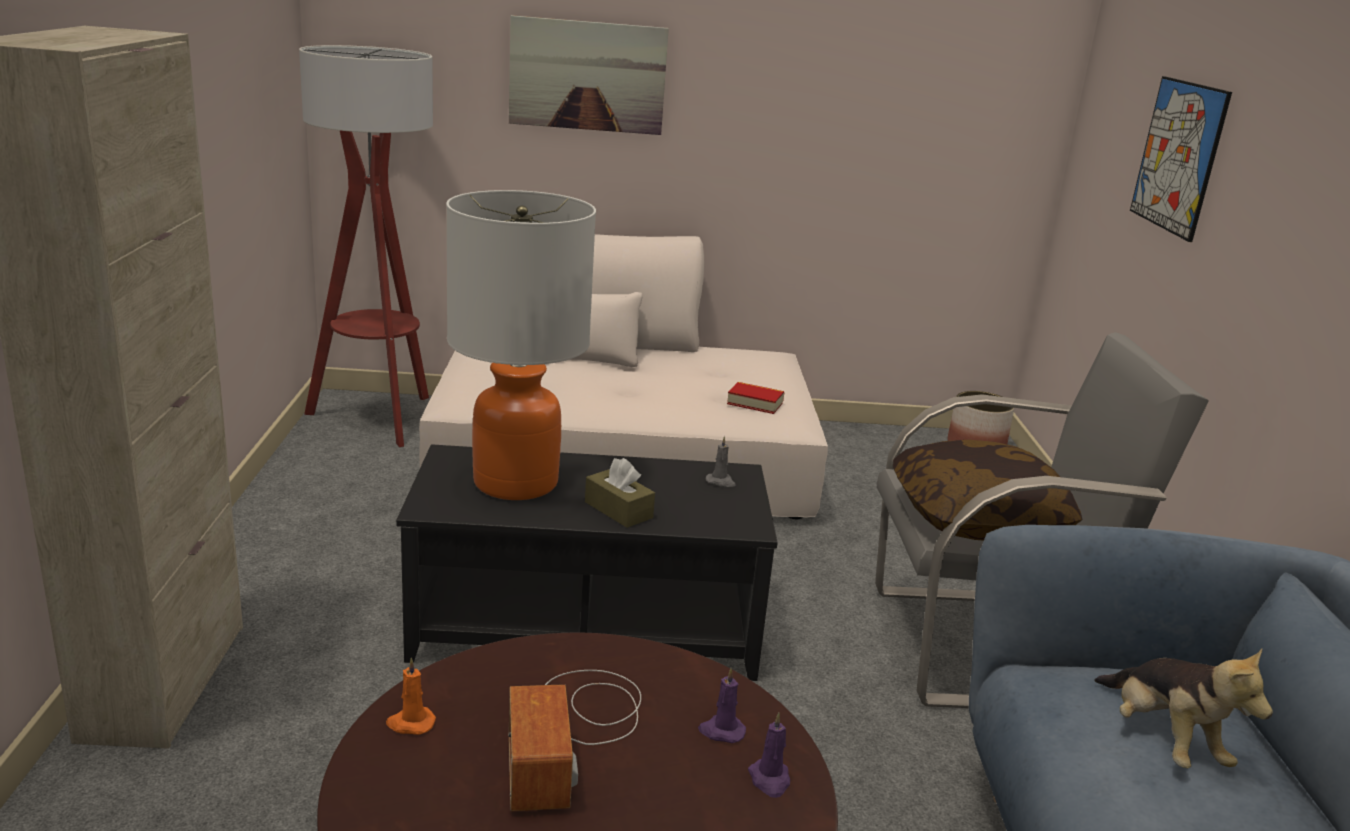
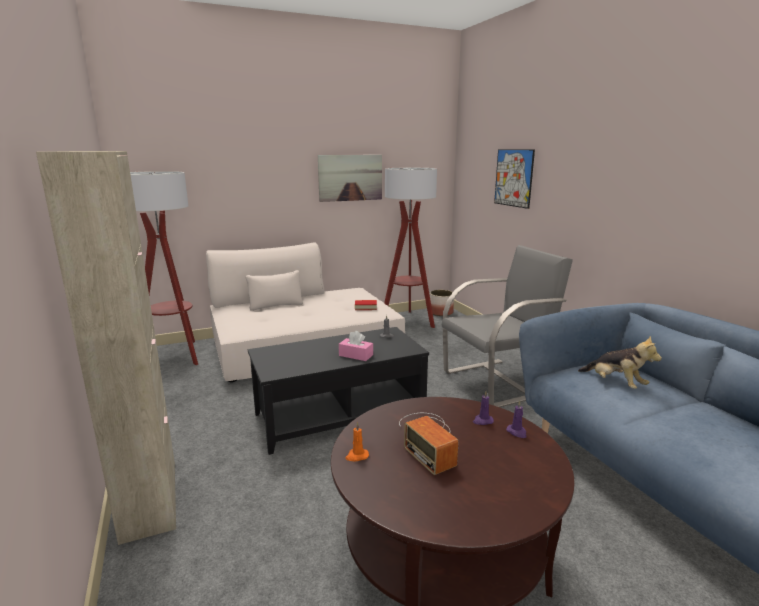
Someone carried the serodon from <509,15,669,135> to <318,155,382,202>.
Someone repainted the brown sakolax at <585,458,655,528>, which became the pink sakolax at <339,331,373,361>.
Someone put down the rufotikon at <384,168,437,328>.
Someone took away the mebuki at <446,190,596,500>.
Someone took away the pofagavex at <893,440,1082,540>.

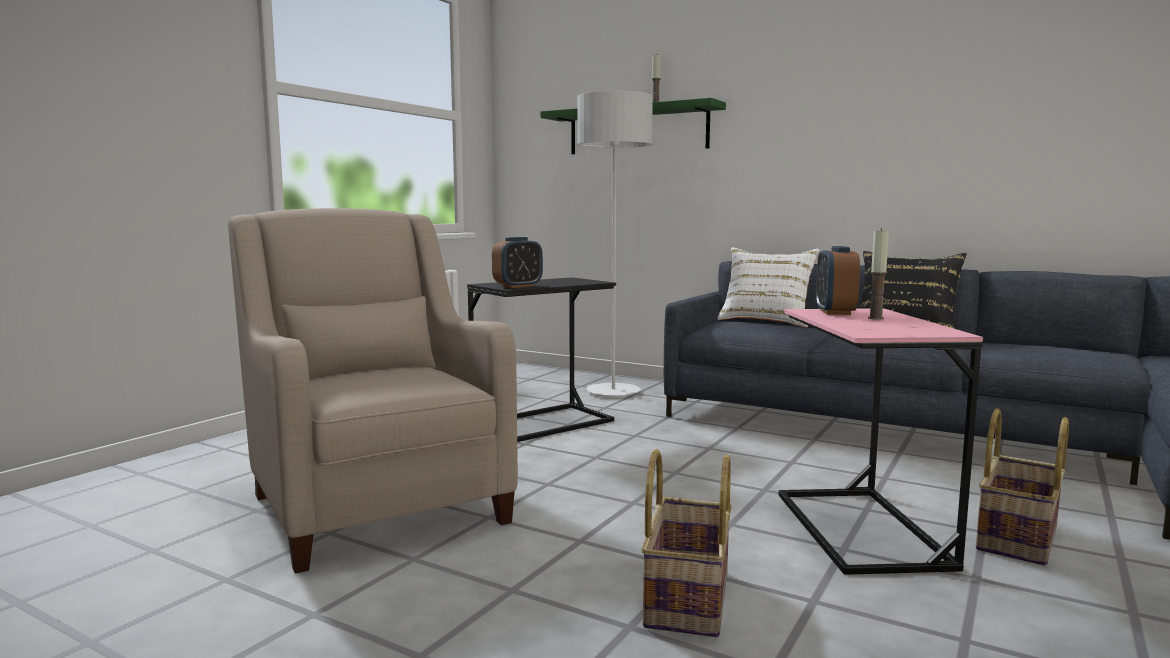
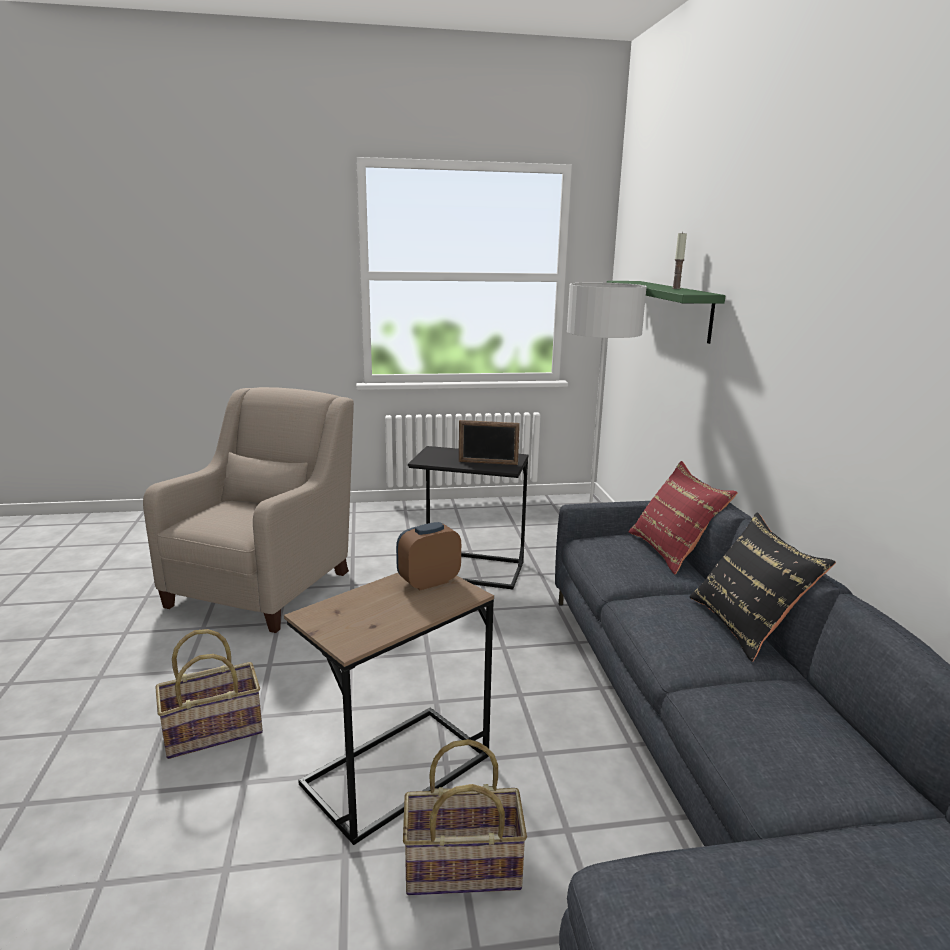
Someone repainted the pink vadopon at <779,308,983,575>, which became the brown vadopon at <284,573,494,845>.
Someone put down the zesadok at <459,420,520,465>.
Someone repainted the white pofagavex at <717,247,819,327>, which became the red pofagavex at <629,461,738,574>.
Someone took away the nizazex at <492,237,543,288>.
Someone took away the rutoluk at <868,228,889,320>.

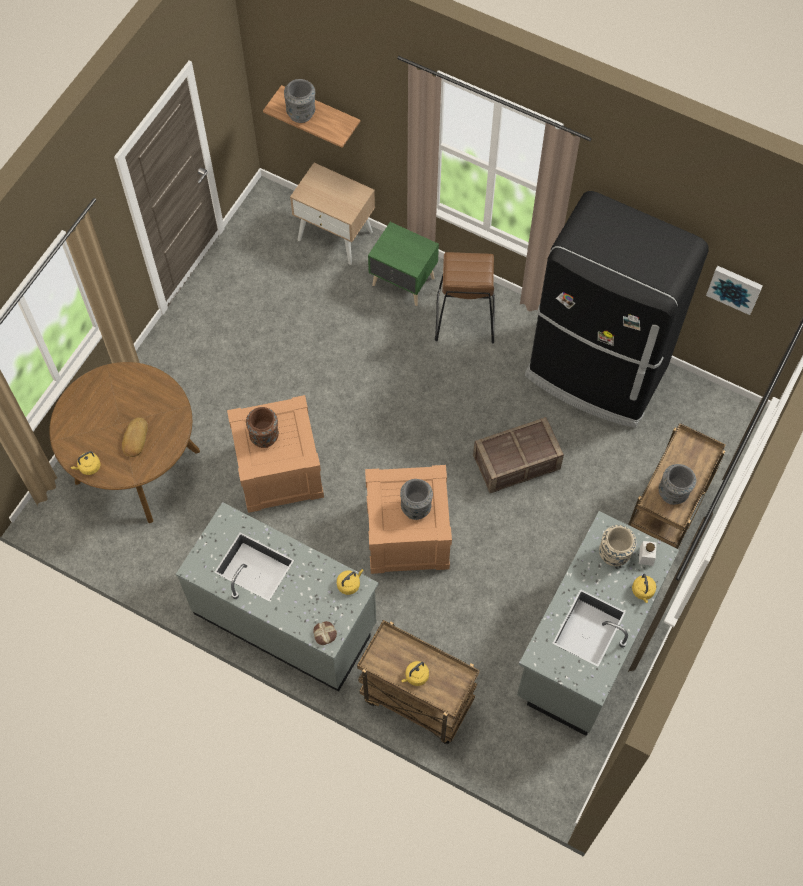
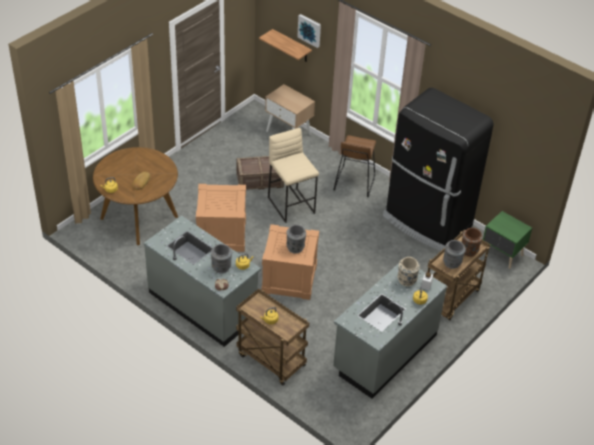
Someone carried the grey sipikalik from <284,79,315,123> to <211,244,232,274>.
Someone carried the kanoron from <473,417,564,493> to <237,156,284,190>.
Someone put down the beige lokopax at <268,128,319,223>.
Someone carried the serodon from <706,266,763,315> to <297,14,321,48>.
Someone carried the brown sipikalik from <246,407,279,448> to <462,228,483,257>.
Someone carried the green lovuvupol from <368,222,439,306> to <483,211,532,269>.

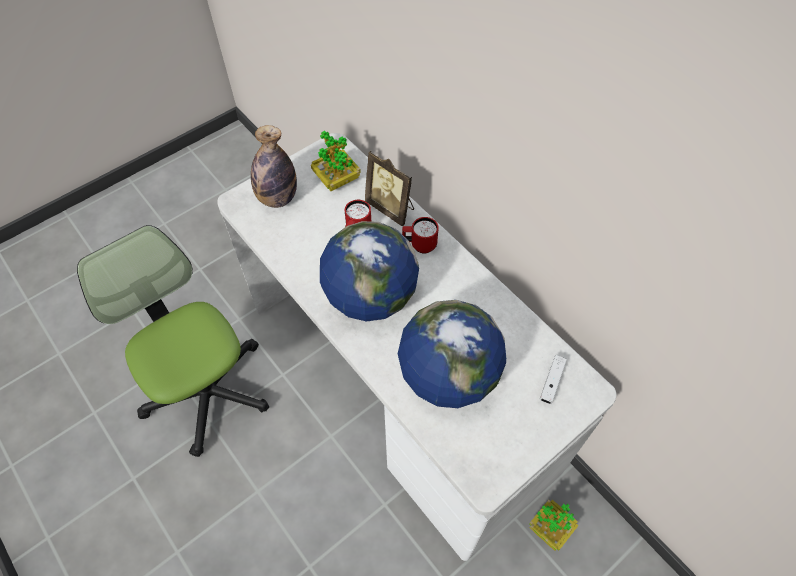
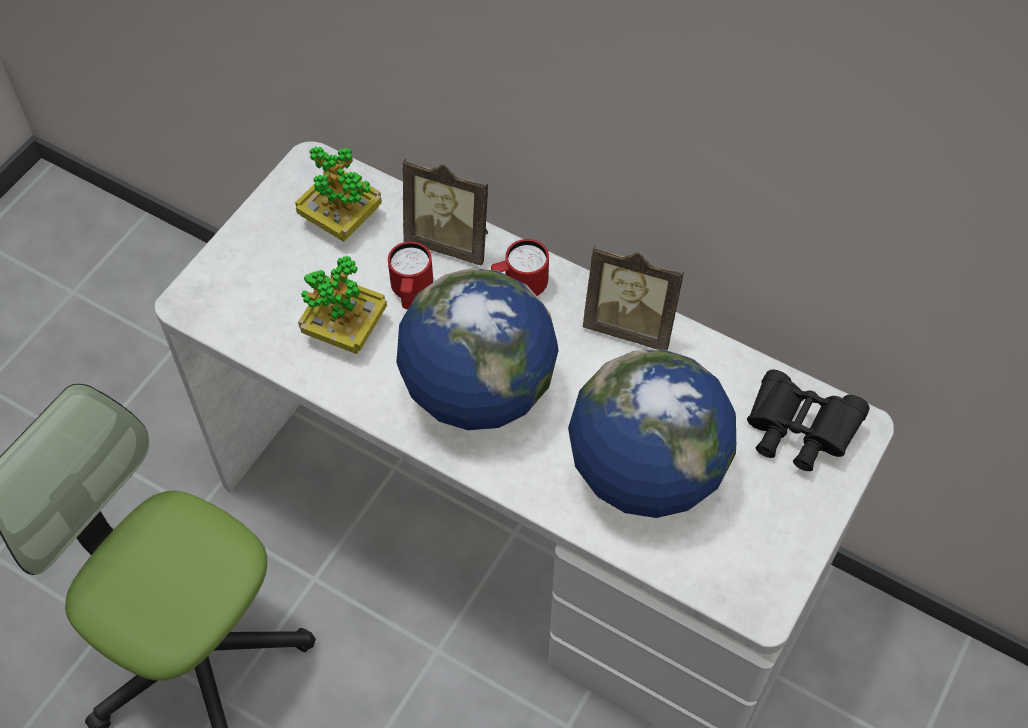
Someone carried the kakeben from <529,500,578,551> to <298,256,387,354>.
Someone put down the zesadok at <583,246,684,350>.
Someone swapped the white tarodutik at <540,355,567,404> for the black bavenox at <747,369,870,471>.
Someone took away the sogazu at <251,125,297,208>.

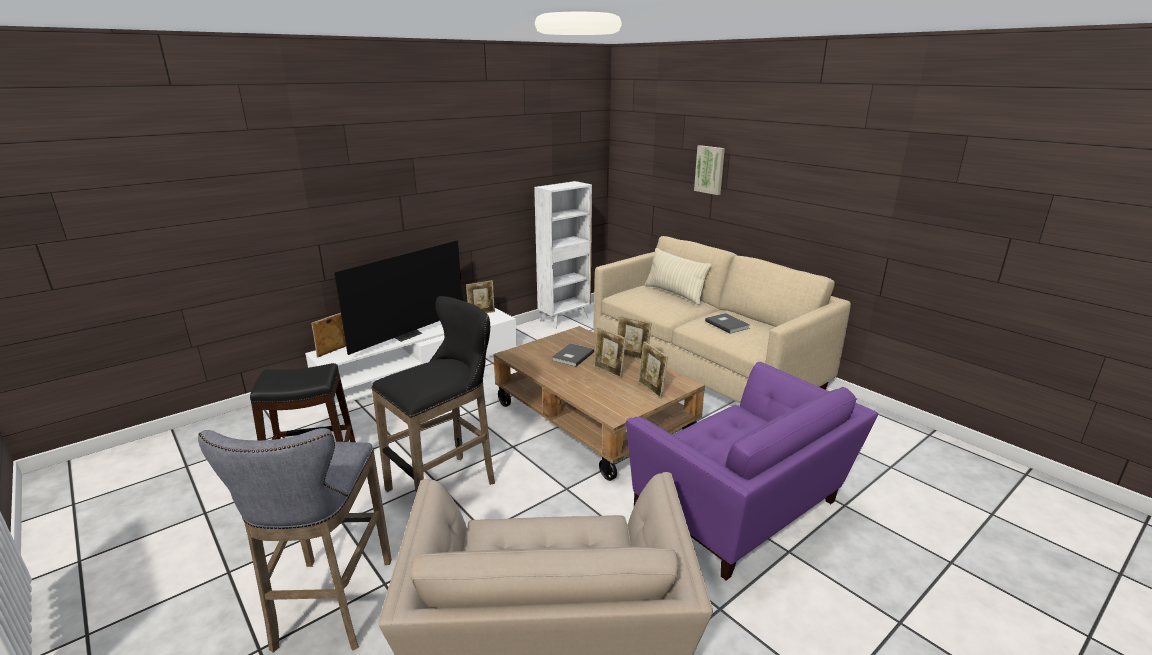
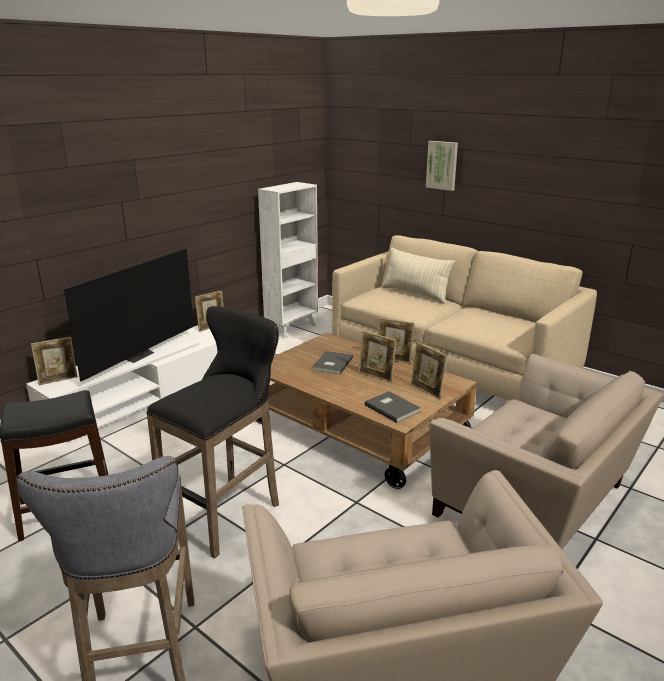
Someone rotated the zesadok at <311,313,346,358> by 150 degrees counterclockwise.
Someone carried the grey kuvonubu from <705,313,750,334> to <365,391,421,423>.
Someone repainted the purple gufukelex at <626,362,878,580>, which became the beige gufukelex at <429,354,663,549>.

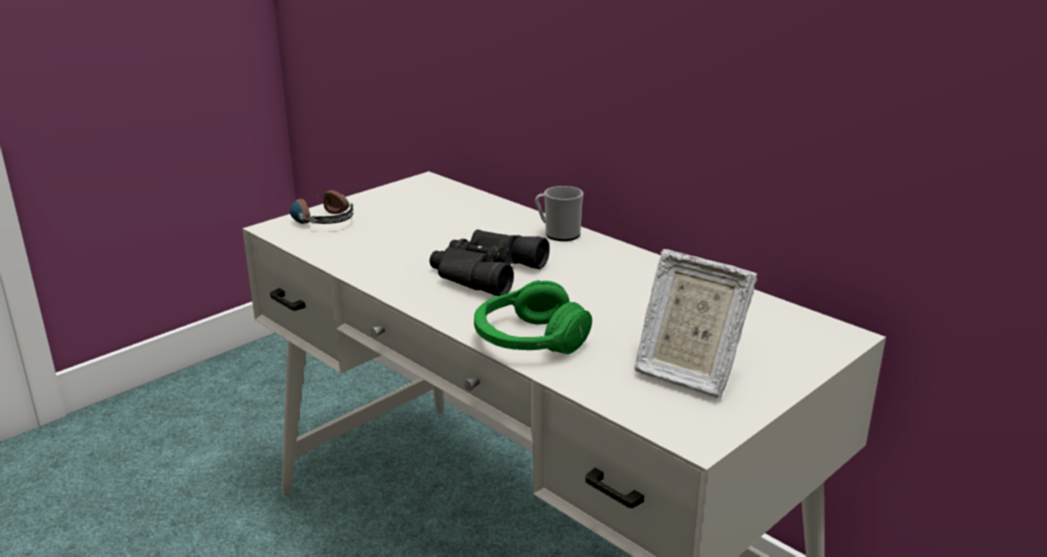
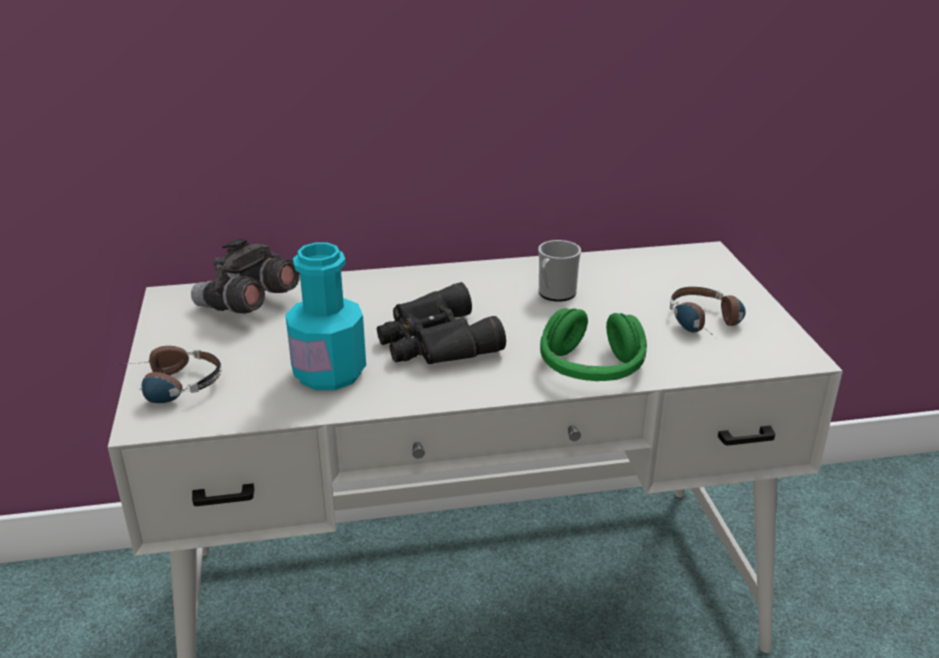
Someone put down the grey bavenox at <191,238,300,313>.
Someone put down the turquoise sogazu at <285,243,366,390>.
Someone carried the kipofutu from <535,186,583,241> to <538,240,581,301>.
Someone swapped the zesadok at <635,249,757,399> for the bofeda at <670,287,746,338>.

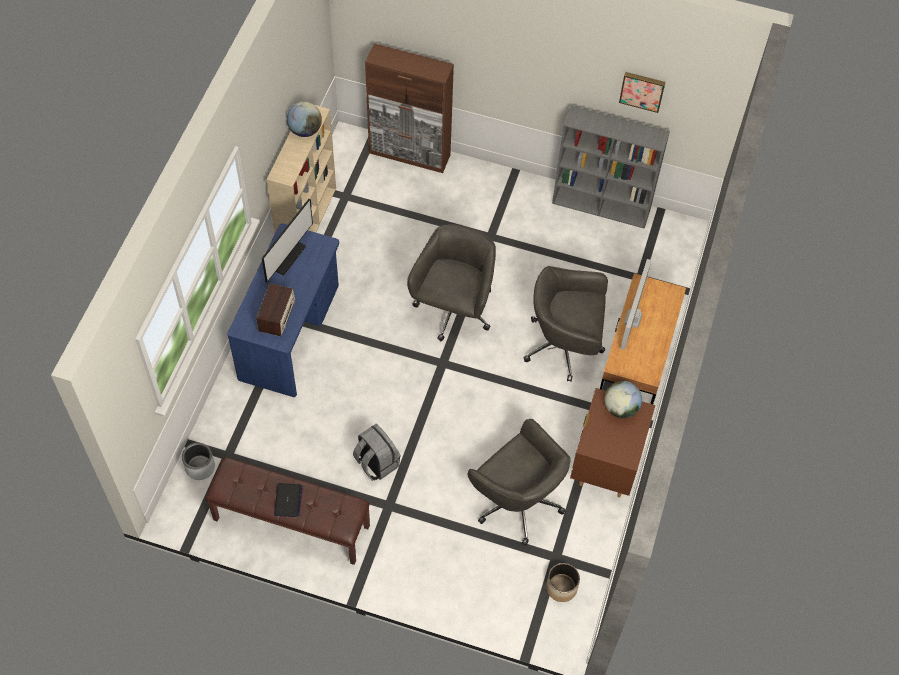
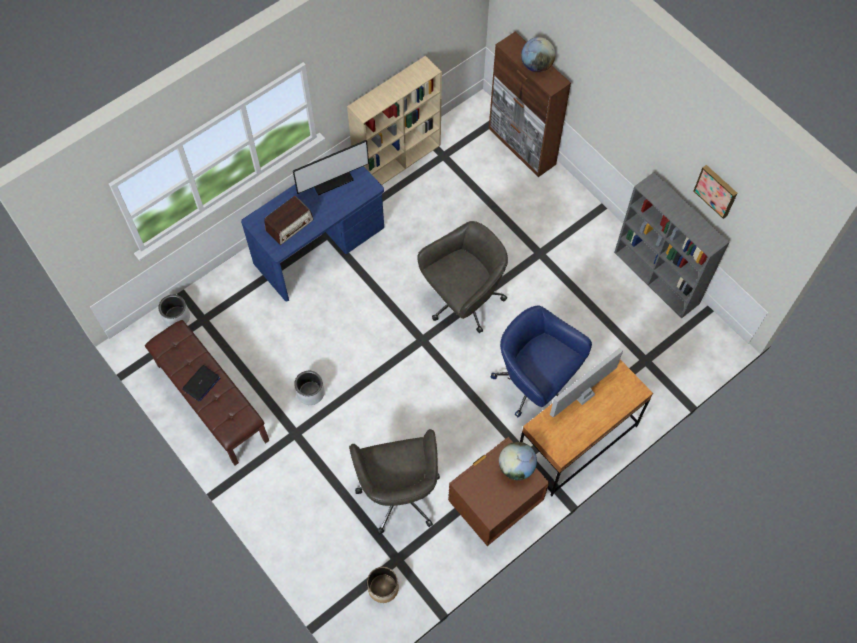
Someone swapped the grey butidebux at <353,424,401,481> for the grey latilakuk at <294,371,325,405>.
Someone repainted the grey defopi at <524,266,608,382>, which became the blue defopi at <490,306,592,417>.
Someone carried the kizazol from <287,102,322,137> to <521,37,555,72>.

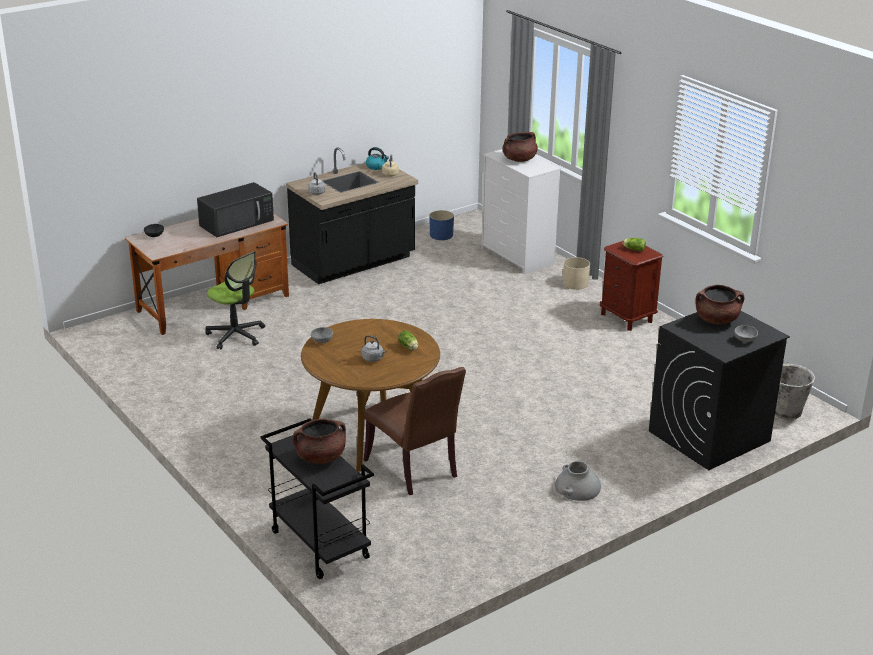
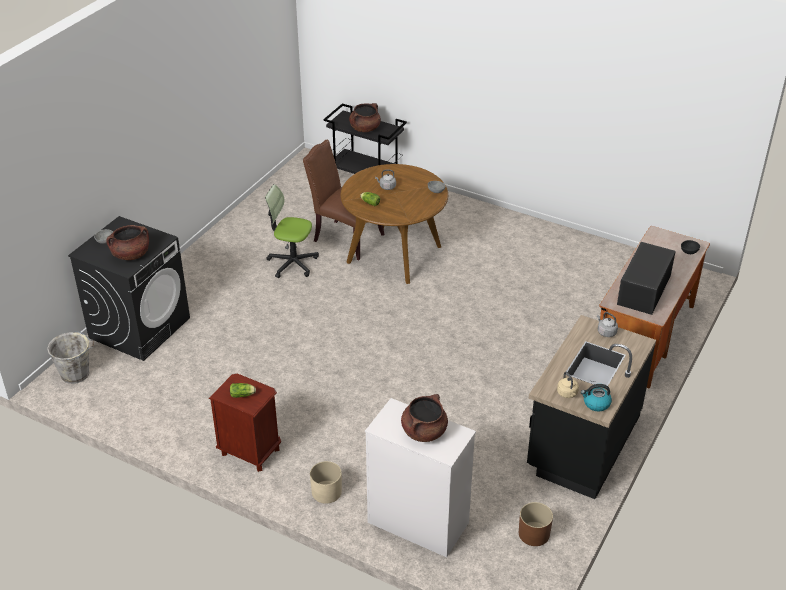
Someone carried the defopi from <205,251,265,349> to <265,184,319,278>.
Someone repainted the blue latilakuk at <430,210,454,240>, which became the brown latilakuk at <519,502,553,546>.
Someone took away the grey sipikalik at <555,461,601,501>.

